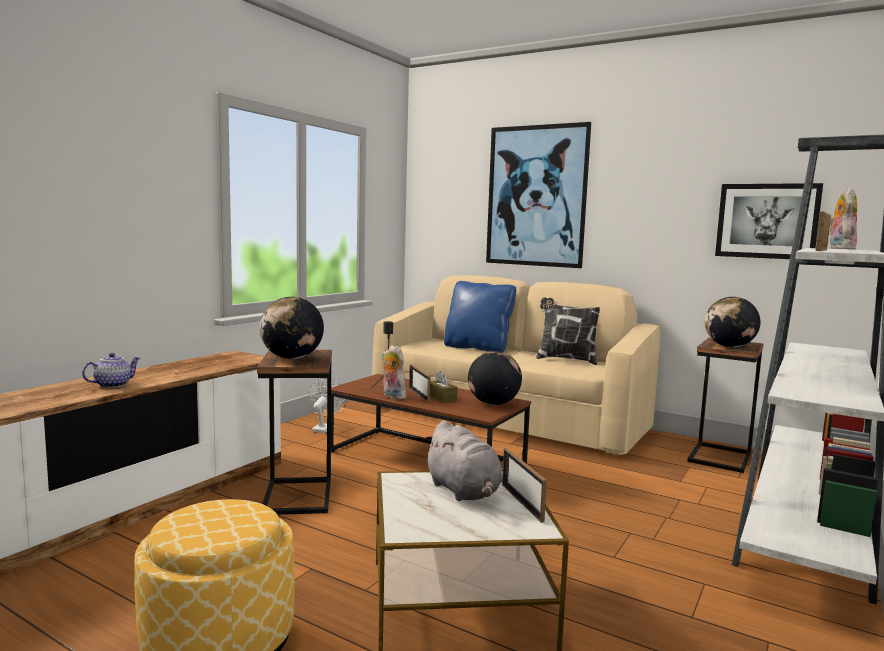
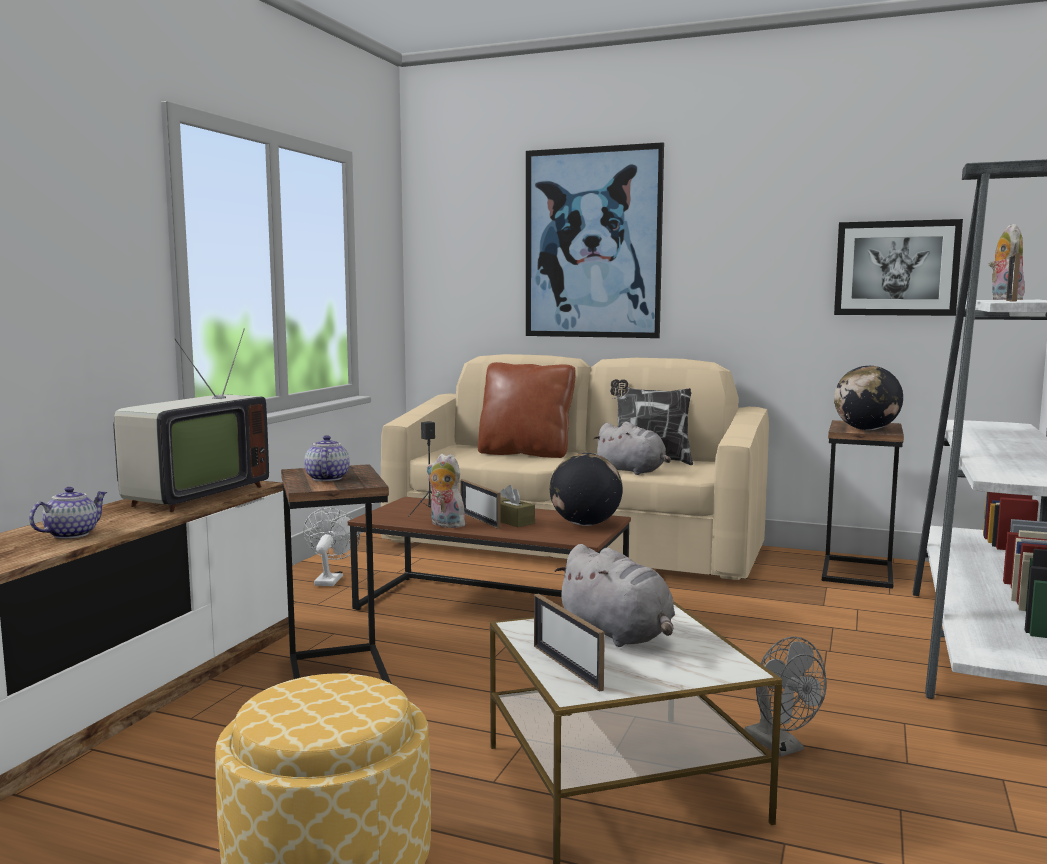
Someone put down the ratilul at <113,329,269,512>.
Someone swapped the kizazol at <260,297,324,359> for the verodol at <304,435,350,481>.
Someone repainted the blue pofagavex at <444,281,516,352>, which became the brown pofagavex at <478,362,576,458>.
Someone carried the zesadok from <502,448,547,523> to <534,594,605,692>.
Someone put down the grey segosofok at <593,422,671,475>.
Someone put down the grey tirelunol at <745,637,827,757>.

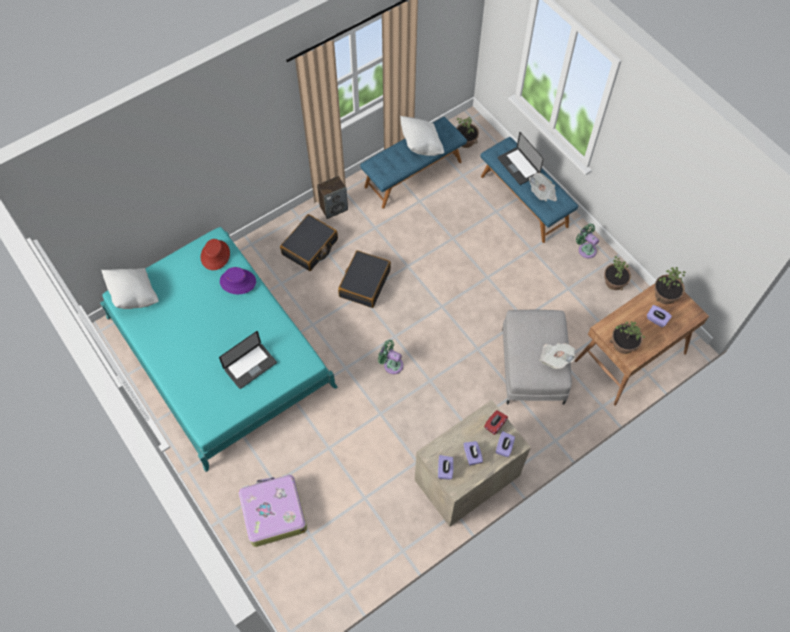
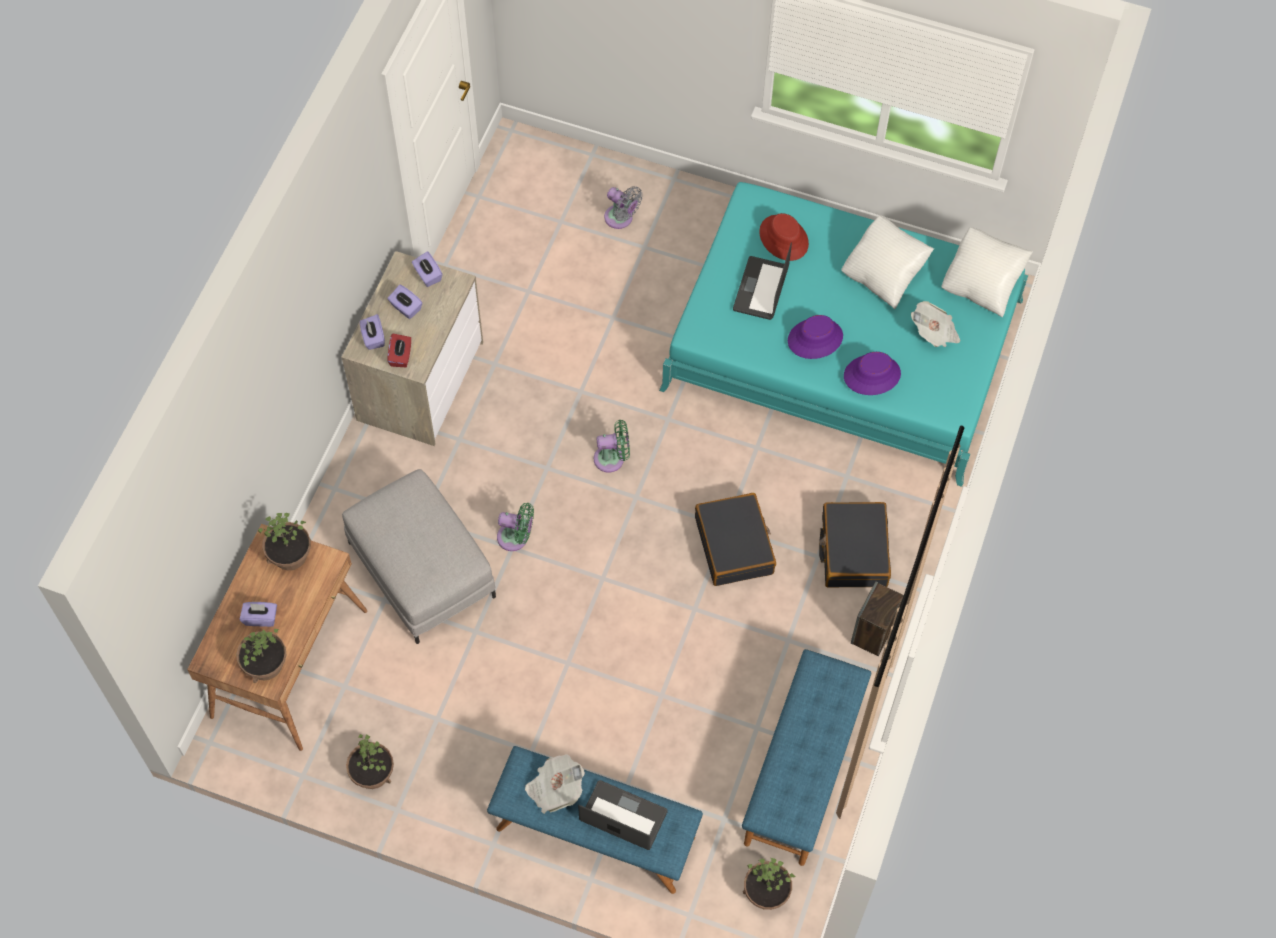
Someone carried the green tirelunol from <576,224,599,258> to <497,503,534,551>.
Someone swapped the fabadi at <238,474,307,547> for the grey tirelunol at <604,186,643,229>.
Someone carried the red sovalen from <201,239,230,270> to <759,213,809,261>.
Someone put down the purple sovalen at <788,315,843,359>.
Someone carried the white pofagavex from <400,116,444,156> to <841,215,934,309>.
Someone carried the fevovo from <539,343,575,369> to <911,301,961,347>.

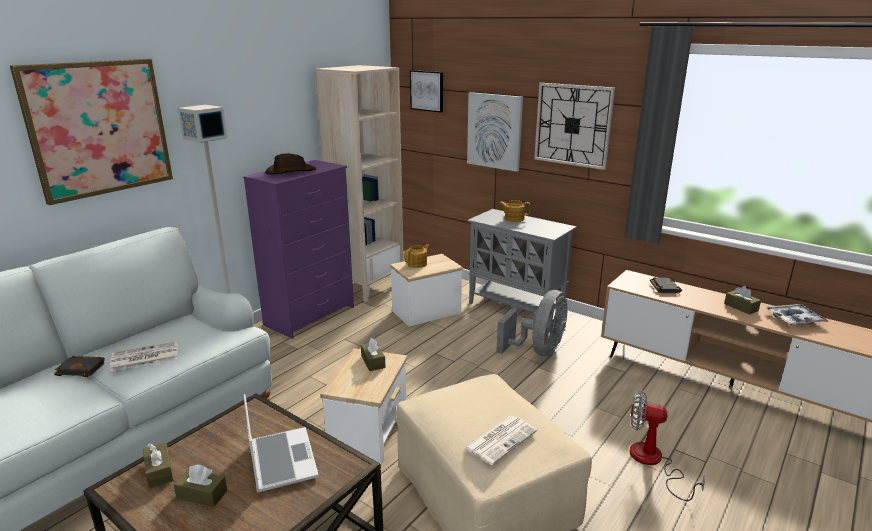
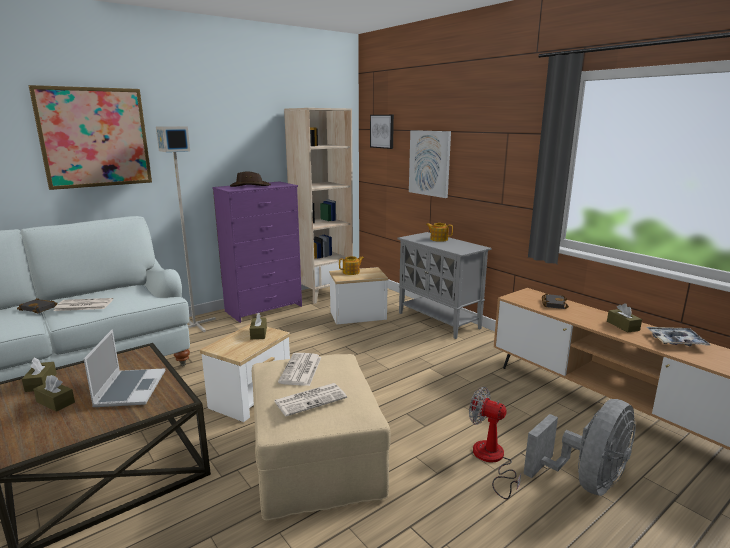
Someone put down the fevovo at <278,353,321,386>.
Someone carried the grey tirelunol from <496,290,568,356> to <524,399,636,496>.
Someone took away the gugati at <534,83,615,170>.

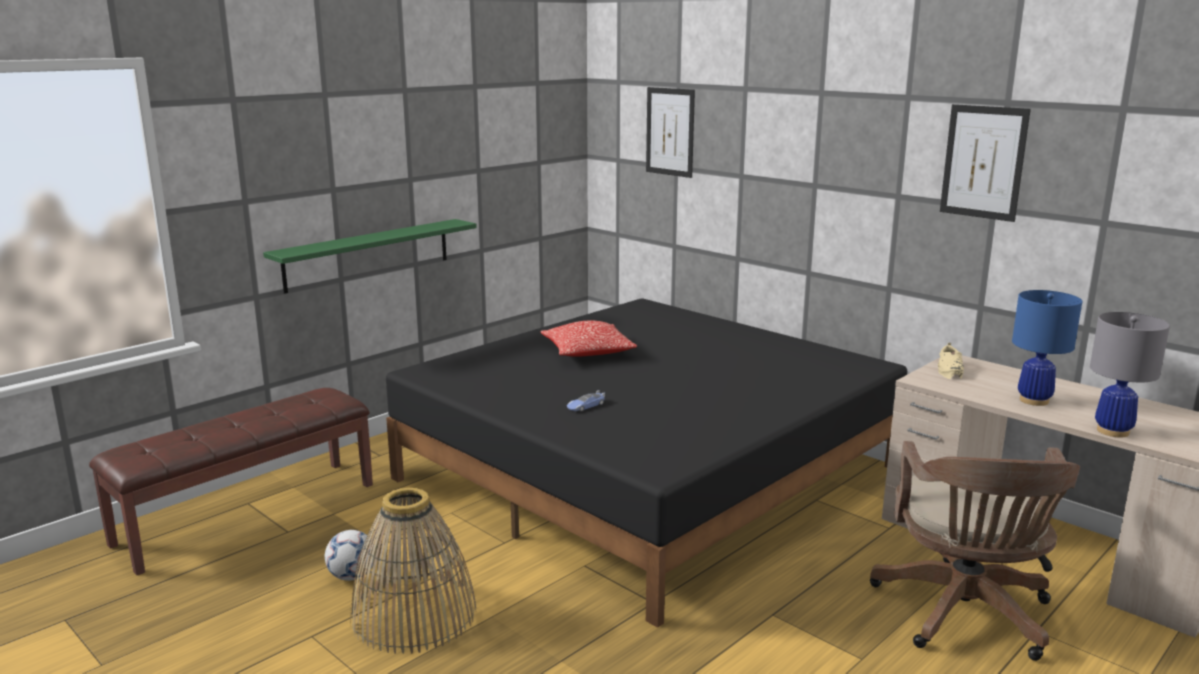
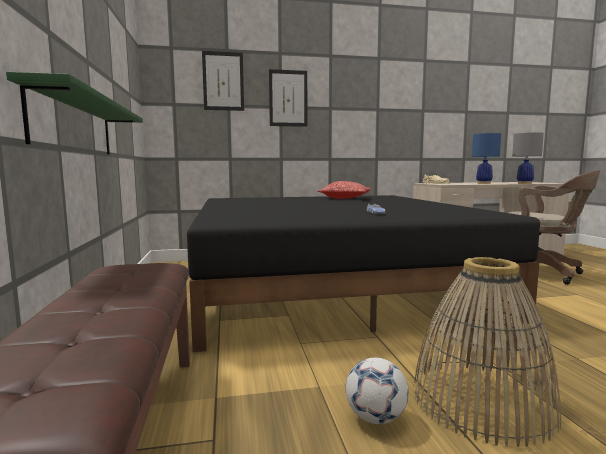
Someone carried the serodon from <940,104,1031,222> to <269,69,307,127>.
Someone carried the pofagavex from <541,320,637,357> to <318,181,371,199>.

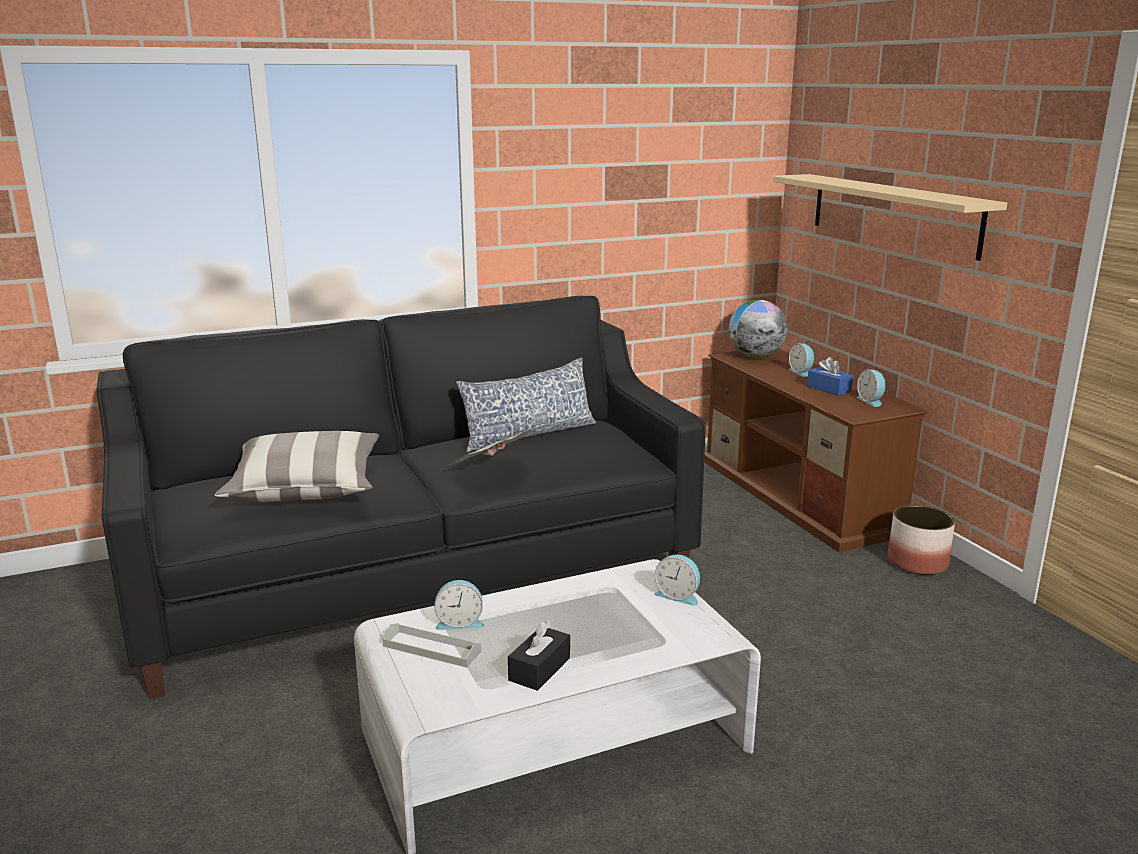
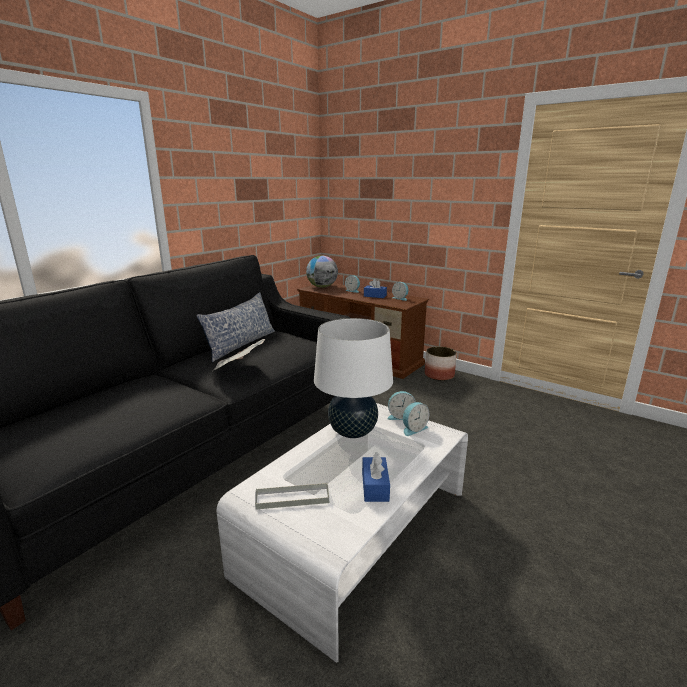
Someone put down the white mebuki at <314,318,393,438>.
Someone repainted the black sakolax at <508,620,570,691>, which became the blue sakolax at <362,452,390,502>.
Someone carried the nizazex from <435,580,484,630> to <403,402,429,436>.
Someone took away the pofagavex at <215,431,379,502>.
Someone took away the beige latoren at <773,174,1007,261>.

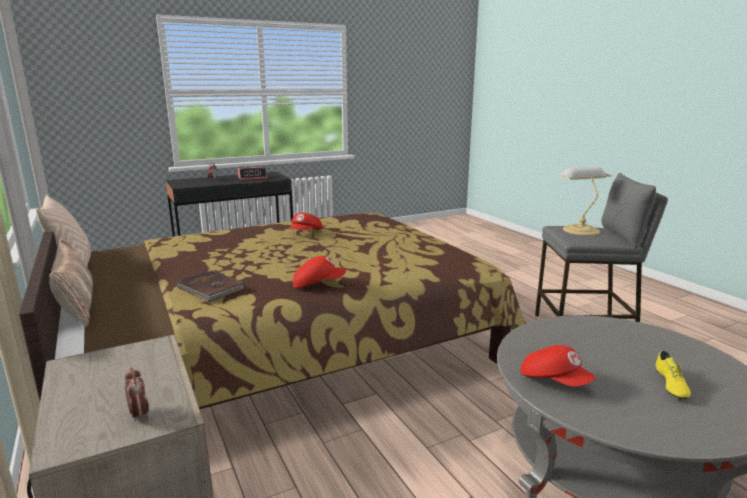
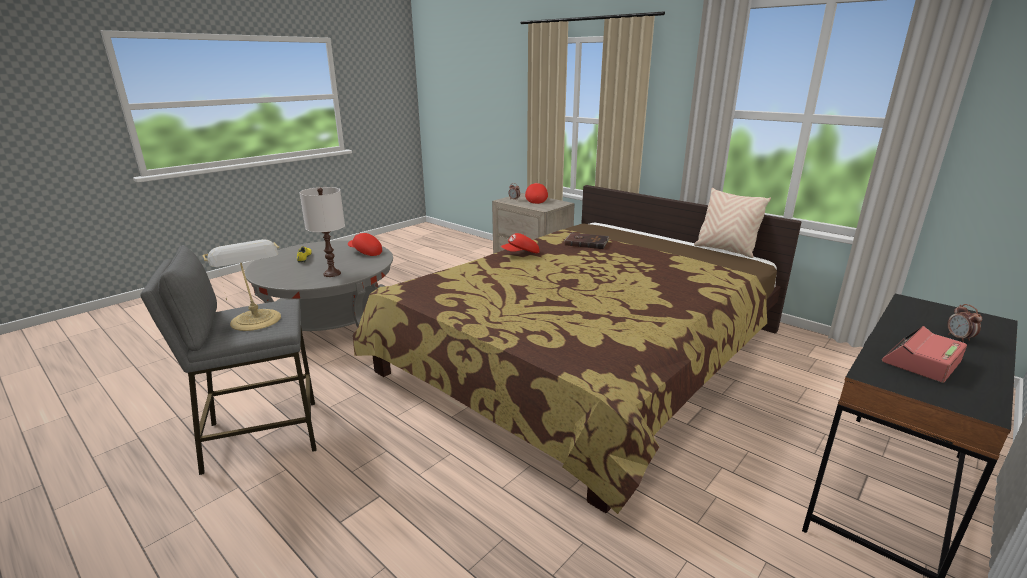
Someone put down the white mebuki at <299,187,345,277>.
Someone carried the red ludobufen from <289,213,323,230> to <525,183,548,204>.
Someone took away the pofagavex at <49,238,93,327>.

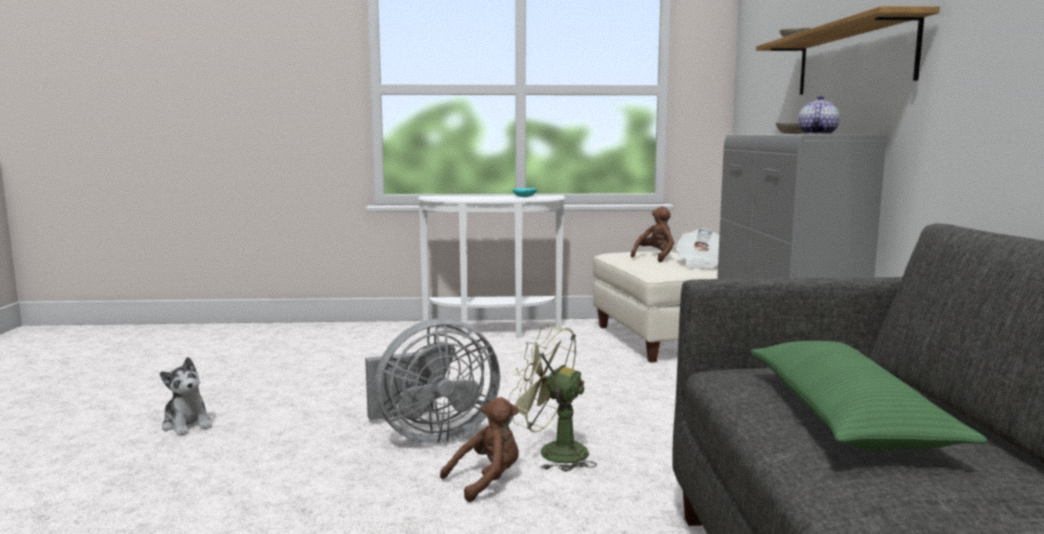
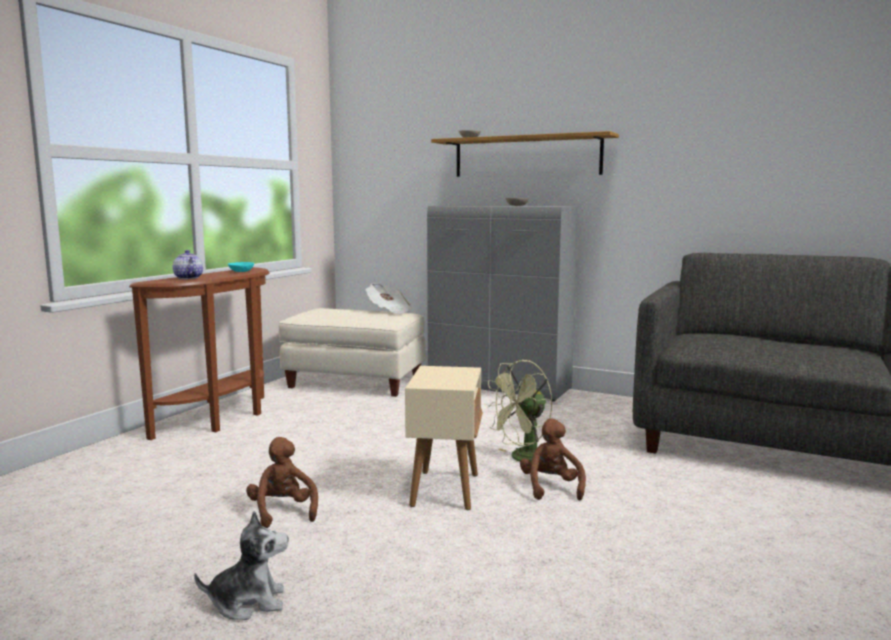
Someone repainted the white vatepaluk at <417,195,566,338>, which became the brown vatepaluk at <129,267,270,440>.
Someone carried the verodol from <798,96,839,134> to <173,250,203,279>.
Someone carried the brown segosofok from <631,206,674,262> to <246,437,318,528>.
Someone swapped the grey tirelunol at <365,319,500,444> for the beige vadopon at <405,366,483,510>.
Someone took away the green pofagavex at <751,341,988,450>.

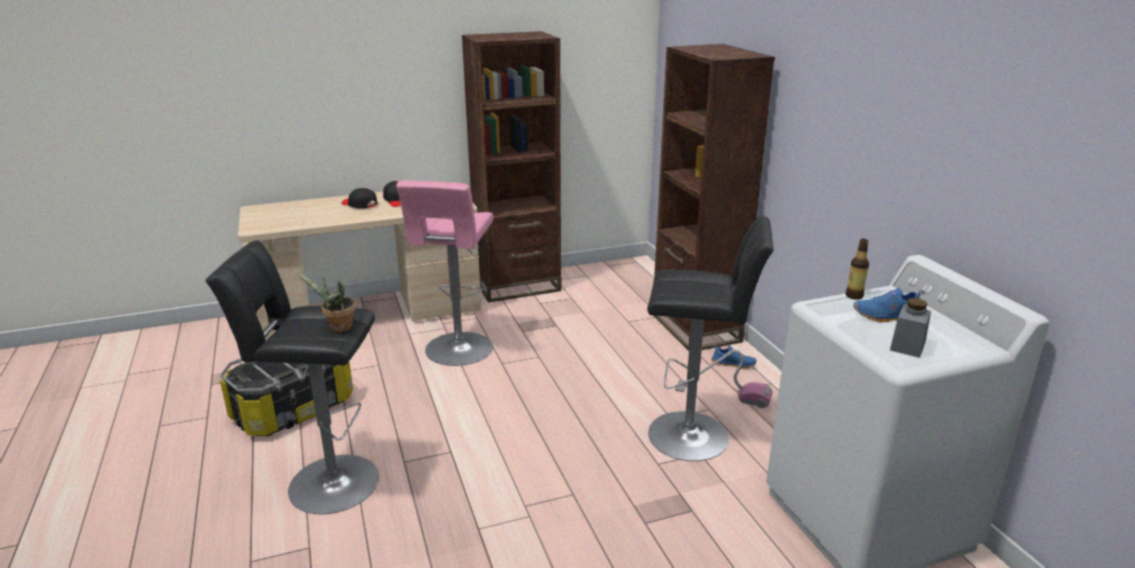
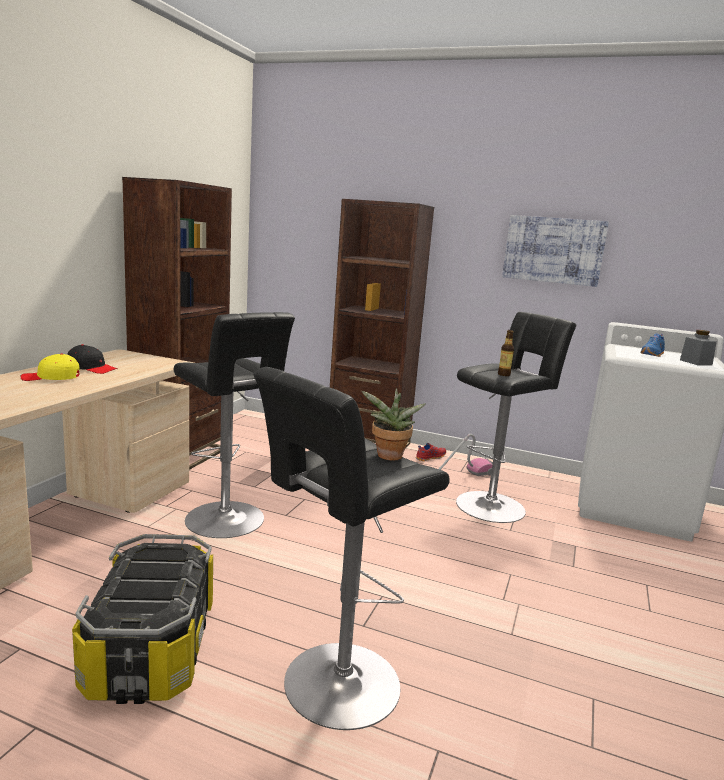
Someone repainted the black ludobufen at <341,188,377,209>, which became the yellow ludobufen at <20,353,80,381>.
Someone repainted the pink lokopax at <396,180,494,366>, which became the black lokopax at <174,312,295,538>.
Someone repainted the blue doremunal at <711,345,757,369>, which became the red doremunal at <416,443,446,461>.
Someone carried the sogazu from <846,239,869,300> to <498,330,514,376>.
Someone put up the serodon at <502,215,609,287>.

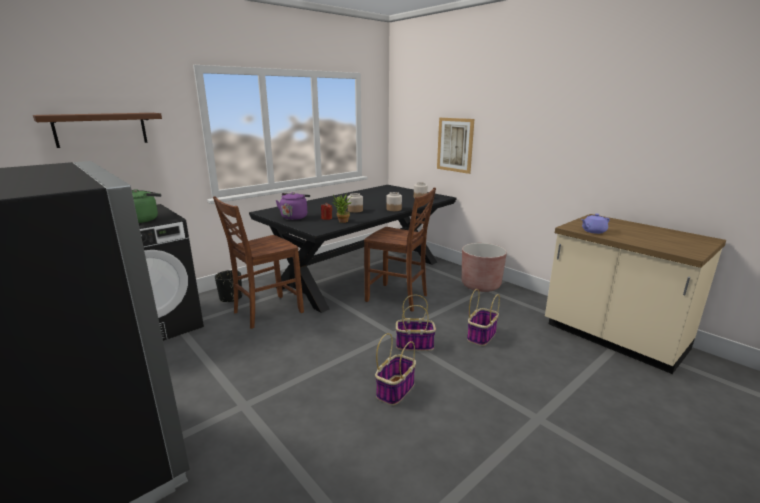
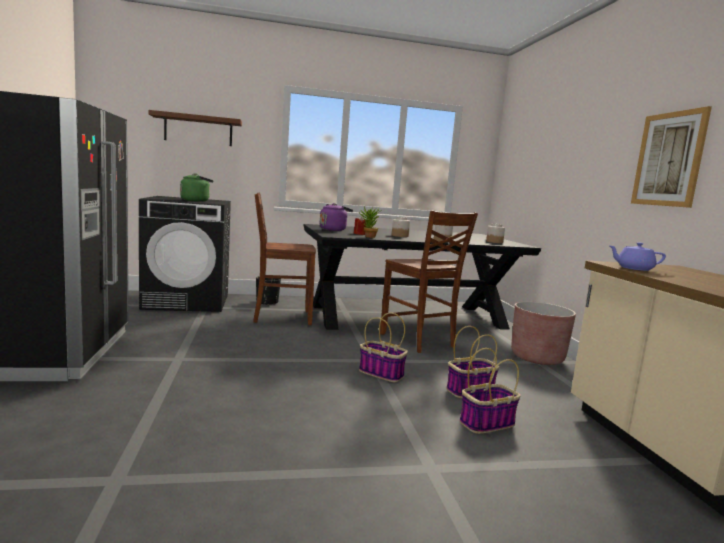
Someone carried the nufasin from <375,333,416,405> to <460,348,521,434>.
Someone carried the serodon from <437,118,474,174> to <631,106,712,208>.

